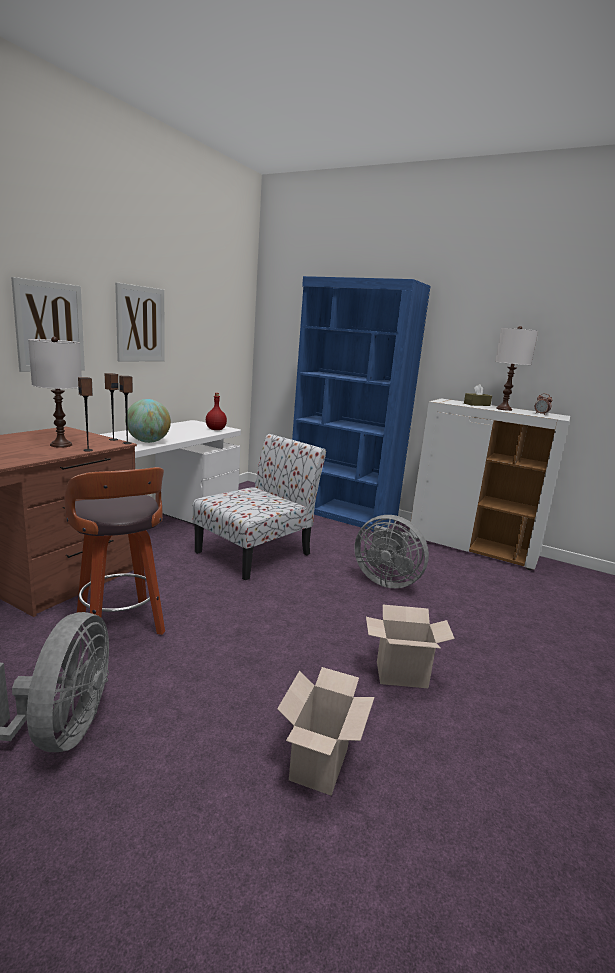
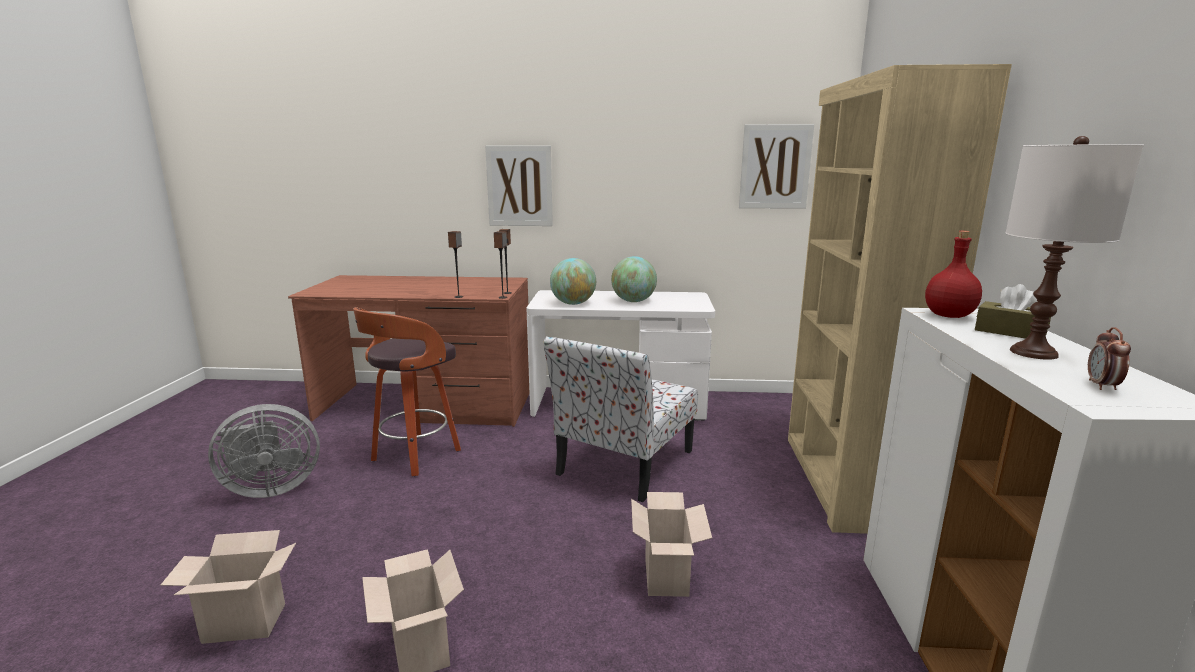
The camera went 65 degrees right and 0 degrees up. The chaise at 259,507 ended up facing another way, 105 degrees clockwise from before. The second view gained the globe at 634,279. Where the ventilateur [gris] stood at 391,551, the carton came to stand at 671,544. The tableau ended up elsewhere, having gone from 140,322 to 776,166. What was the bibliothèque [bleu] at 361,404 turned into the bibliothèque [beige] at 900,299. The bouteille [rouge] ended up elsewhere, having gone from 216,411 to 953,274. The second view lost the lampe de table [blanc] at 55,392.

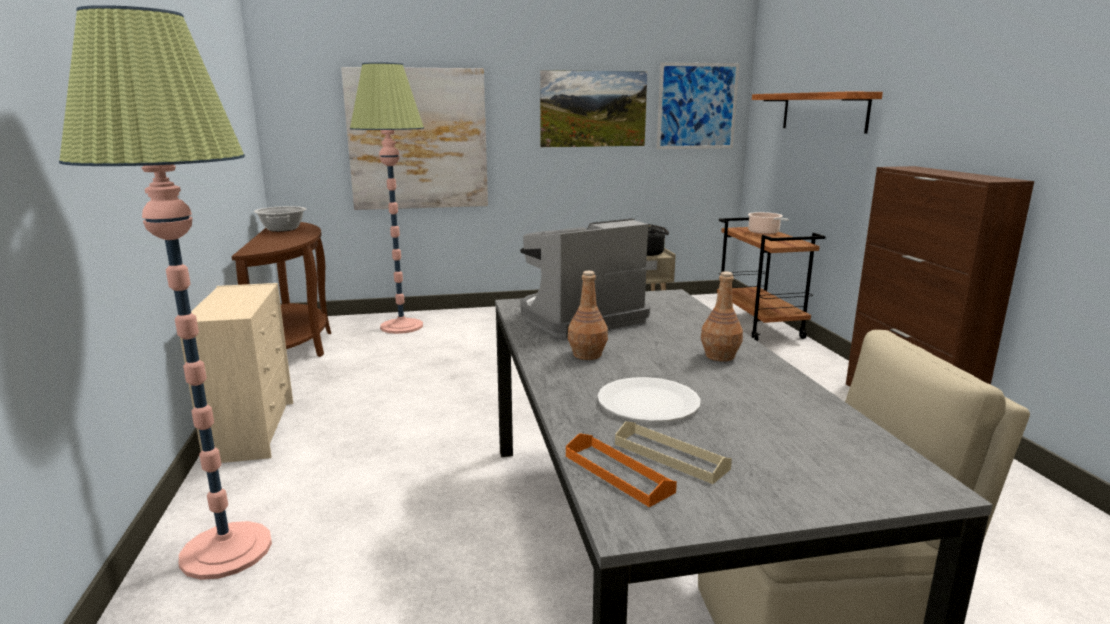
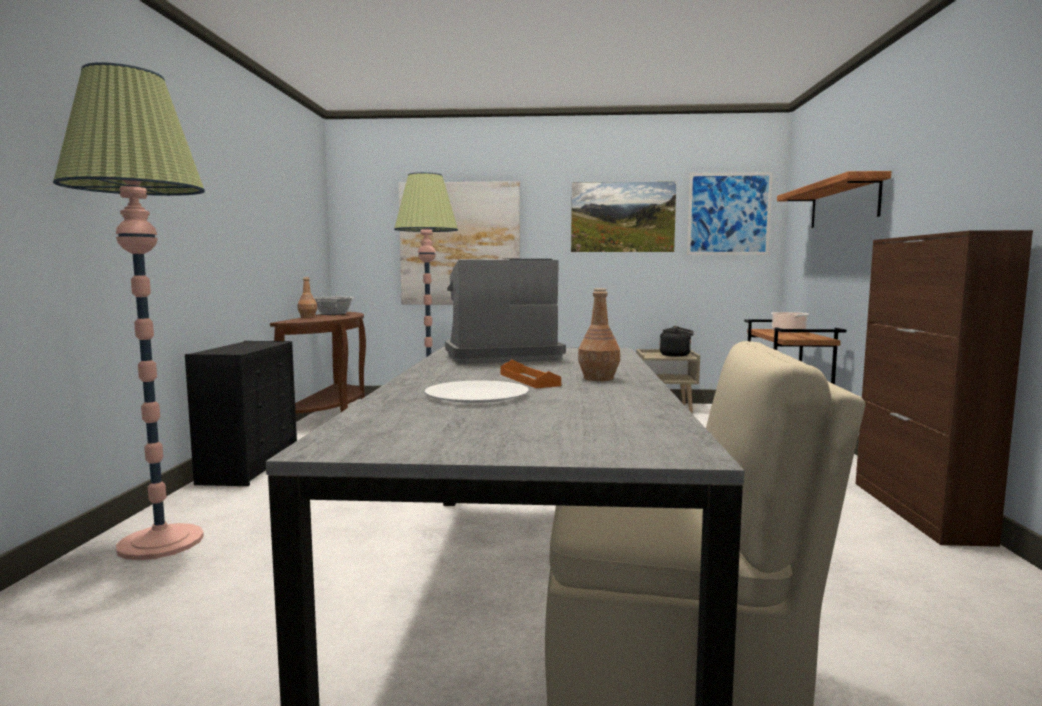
The camera went 15 degrees right and 10 degrees down. What was the commode [beige] at 236,373 turned into the commode [noir] at 241,413. The bouteille [marron] ended up elsewhere, having gone from 588,315 to 307,297. The plateau [orange] ended up elsewhere, having gone from 621,470 to 530,374. The second view lost the plateau [beige] at 673,452.

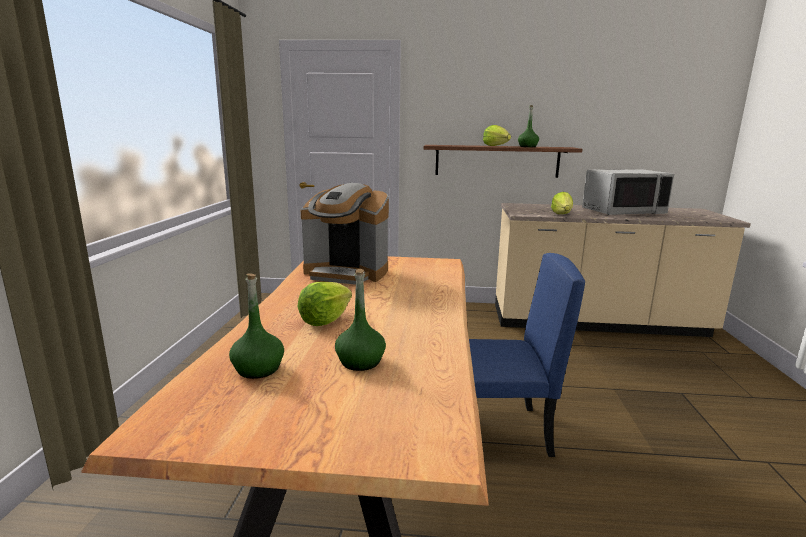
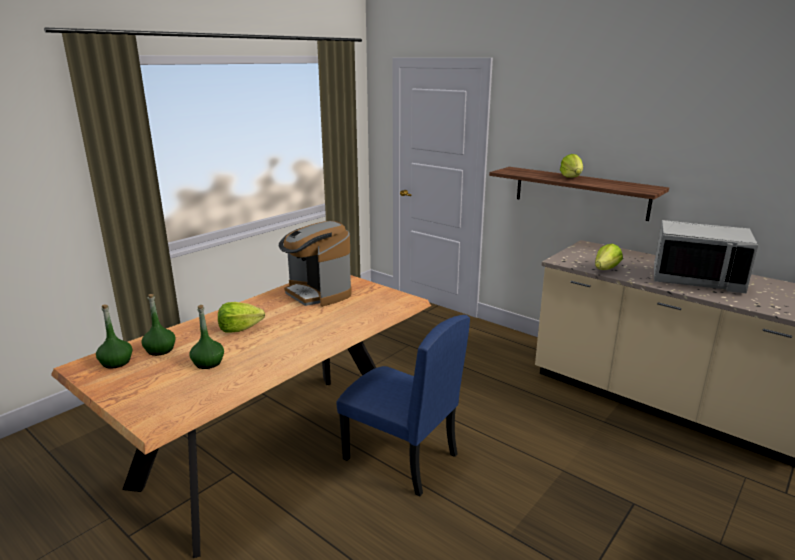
The camera went 35 degrees right and 5 degrees up. The bouteille [vert] ended up elsewhere, having gone from 528,126 to 114,336.

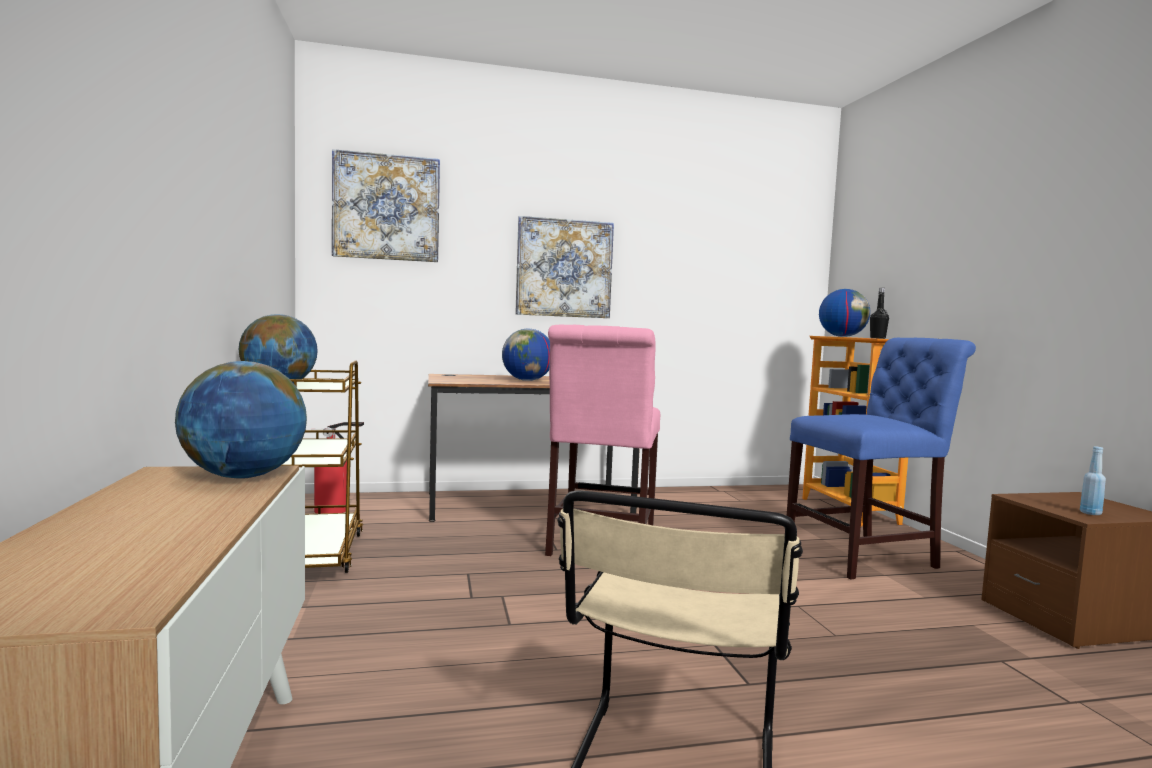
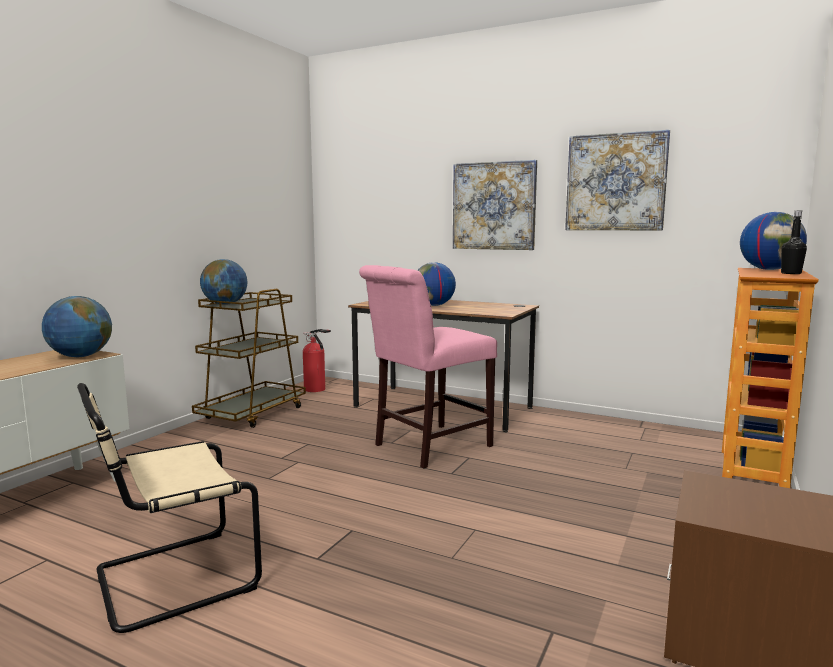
The camera went 40 degrees right and 5 degrees up. The tableau ended up elsewhere, having gone from 386,205 to 617,180. The second view lost the chaise [bleu] at 881,458. The second view lost the bouteille [bleu] at 1093,480.

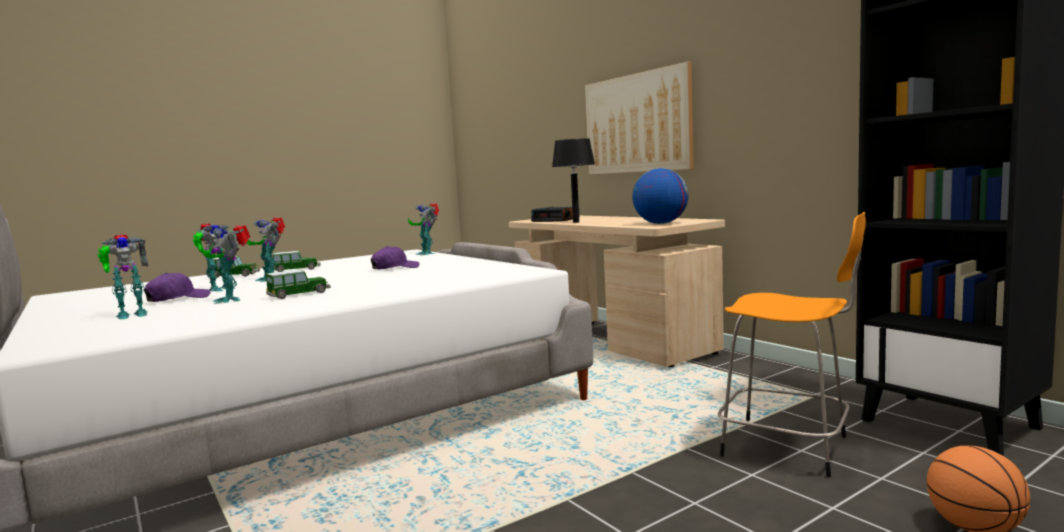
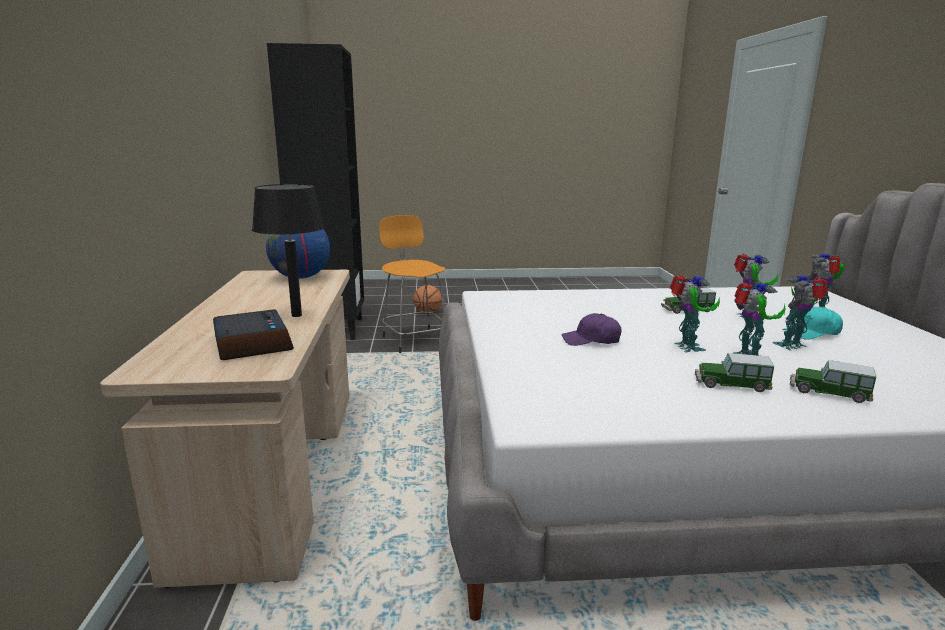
The camera went 150 degrees left and 10 degrees up. The robot jouet ended up elsewhere, having gone from 423,229 to 695,313. What was the casquette [violet] at 177,287 turned into the casquette [turquoise] at 812,323. The second view lost the tableau at 639,118.

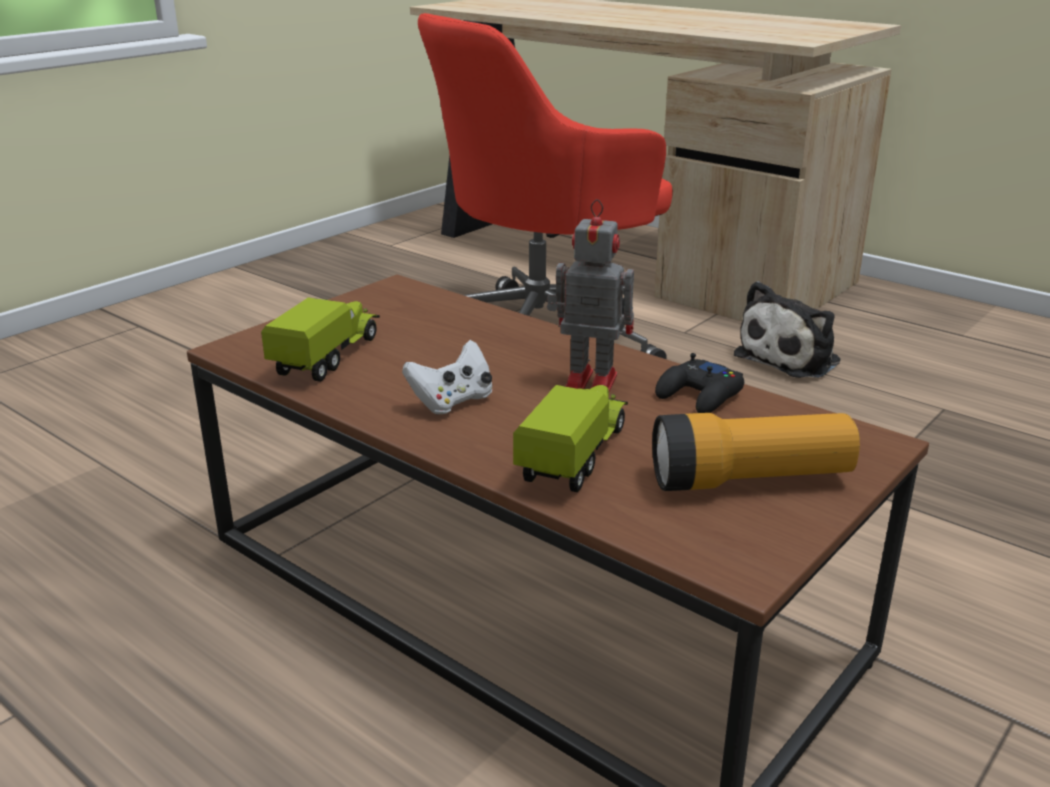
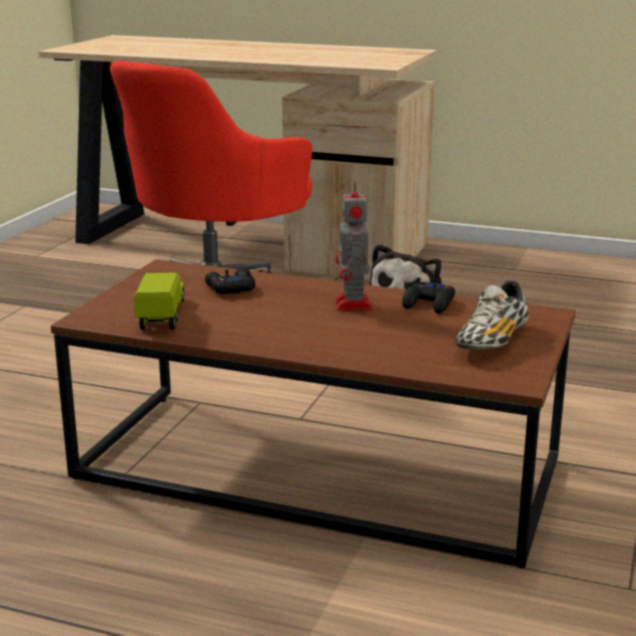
The camera went 20 degrees left and 5 degrees down. The second view gained the manette [noir] at 230,281. The robot jouet at 590,295 ended up facing another way, 90 degrees counterclockwise from before. Where the lampe de poche stood at 756,452, the chaussure came to stand at 491,315. The second view lost the manette [blanc] at 447,377. The second view lost the camion jouet at 570,438.

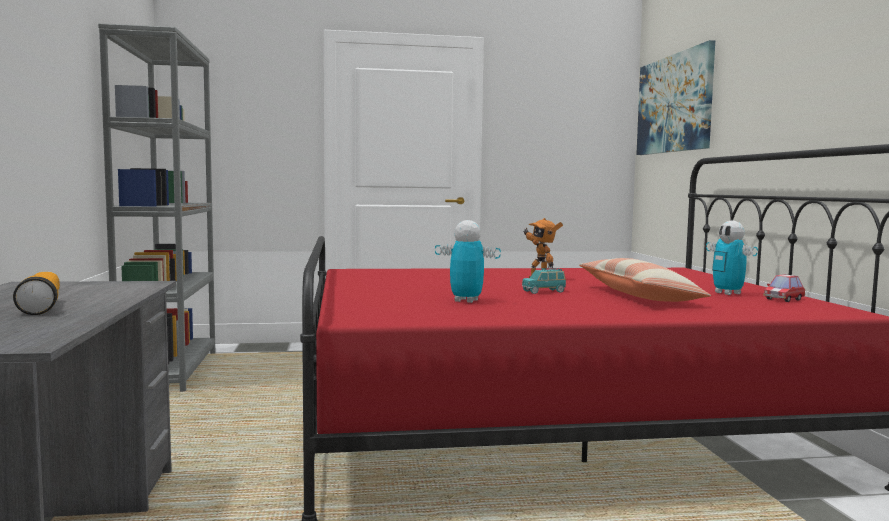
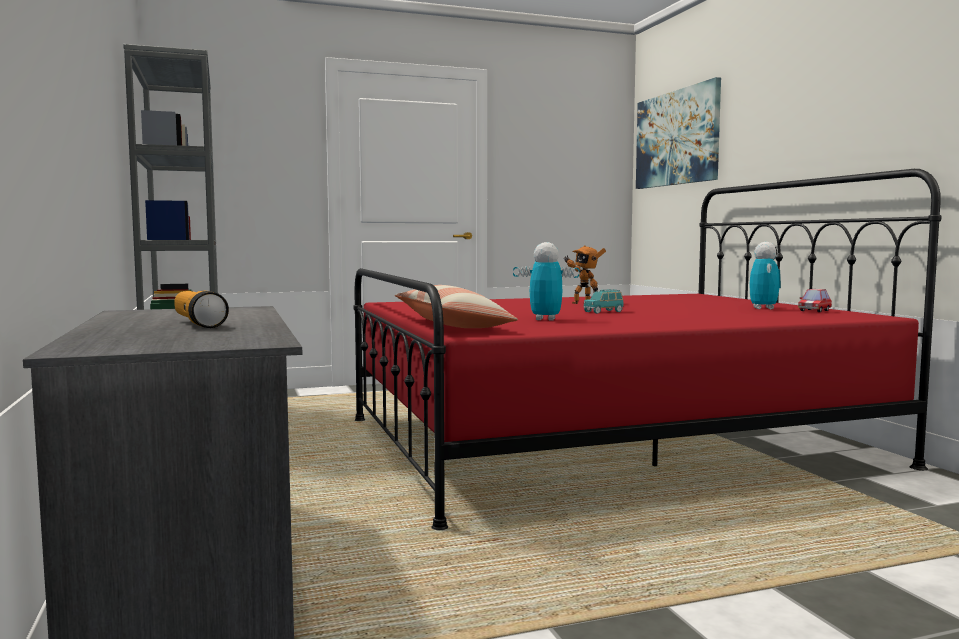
The camera went 10 degrees left and 0 degrees up. The coussin ended up elsewhere, having gone from 645,280 to 456,306. The robot jouet at 732,258 ended up facing another way, 135 degrees counterclockwise from before.

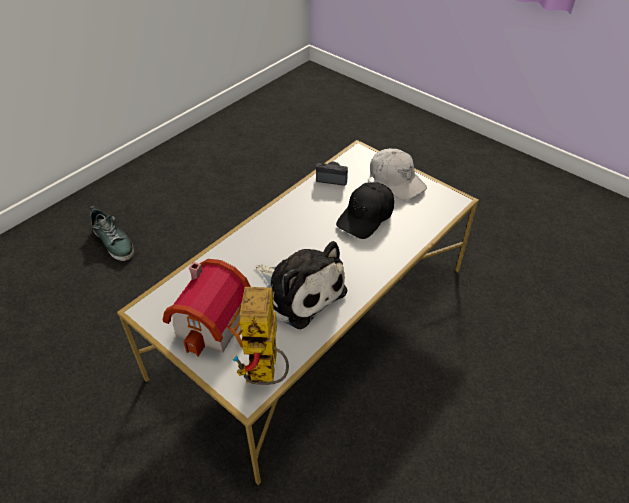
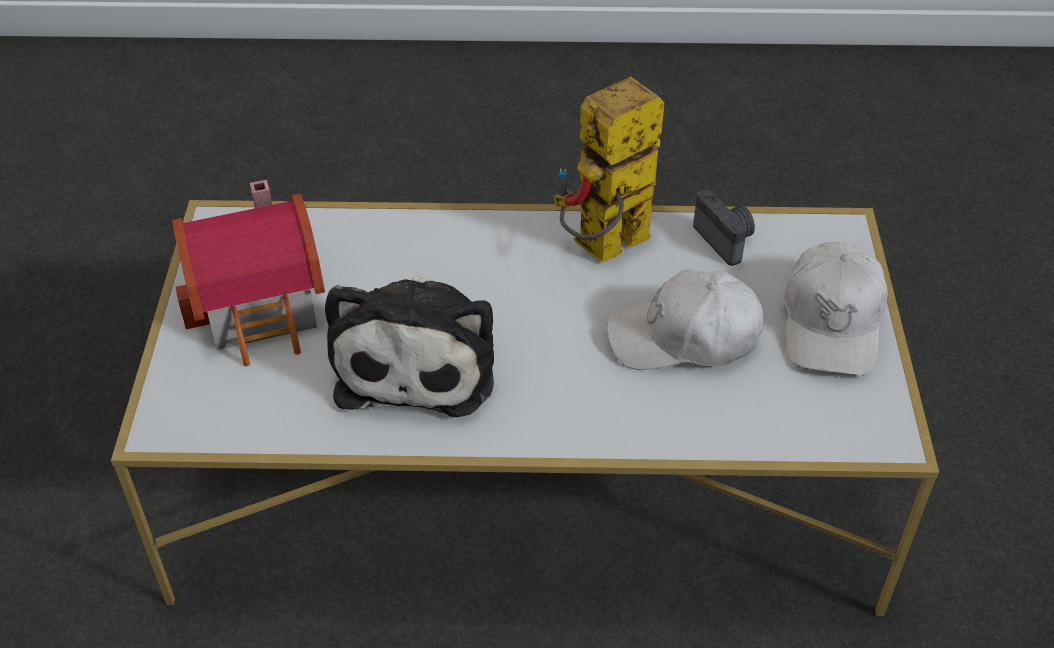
The camera went 50 degrees right and 0 degrees up. The robot jouet ended up elsewhere, having gone from 260,336 to 608,170. What was the casquette [noir] at 365,211 turned into the casquette [blanc] at 685,319. The second view lost the chaussure at 112,233.

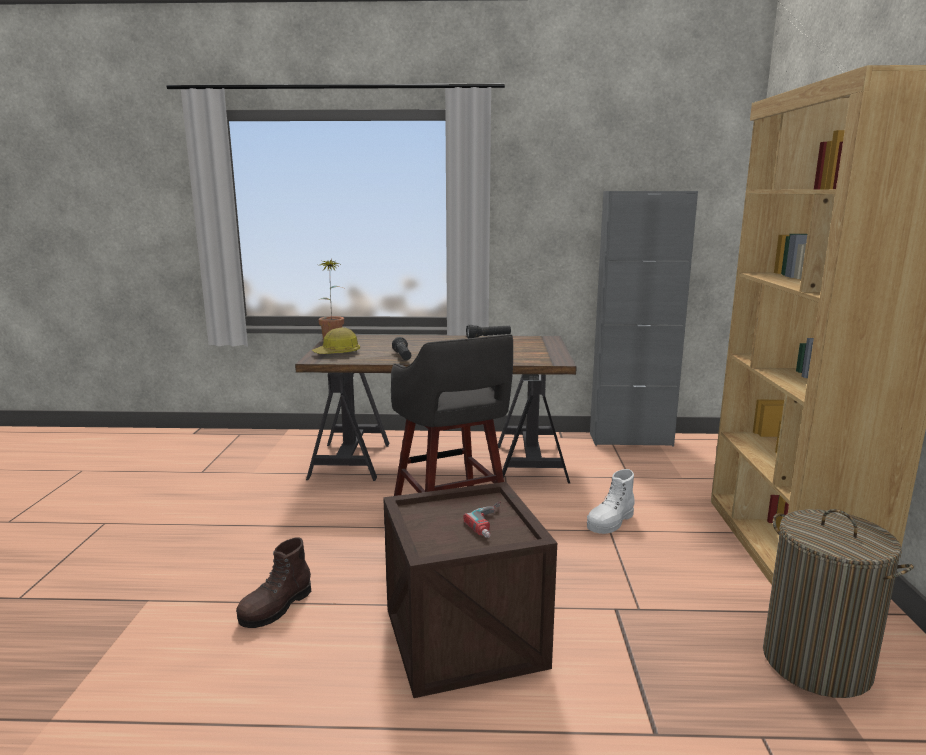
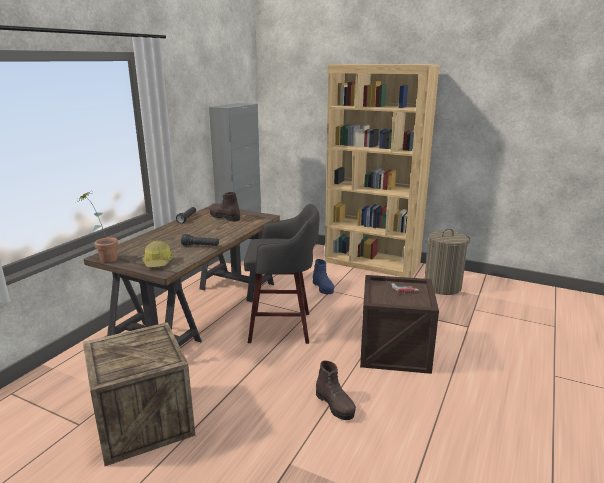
The camera went 65 degrees left and 5 degrees up. The second view gained the caisse at 139,394. The second view gained the botte [marron] at 224,206. What was the botte [blanc] at 611,501 turned into the botte [bleu] at 323,276.

